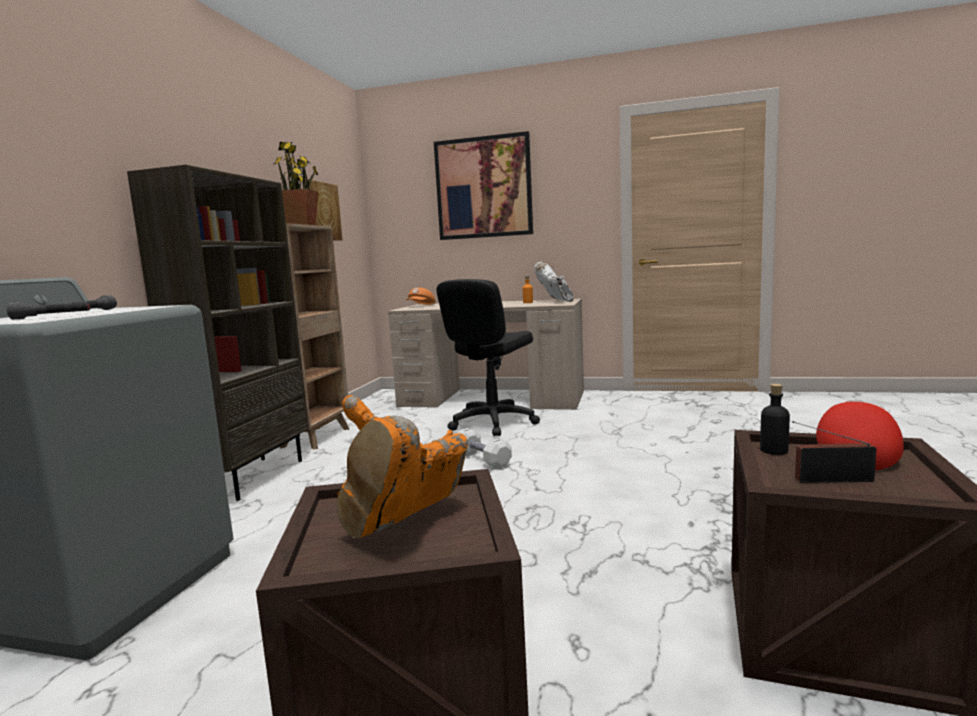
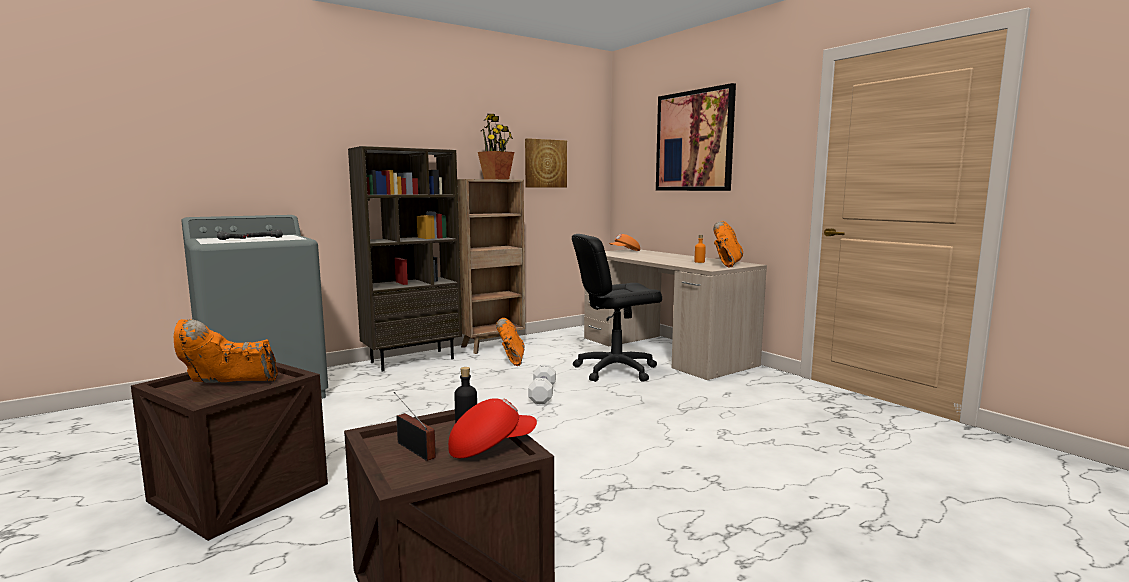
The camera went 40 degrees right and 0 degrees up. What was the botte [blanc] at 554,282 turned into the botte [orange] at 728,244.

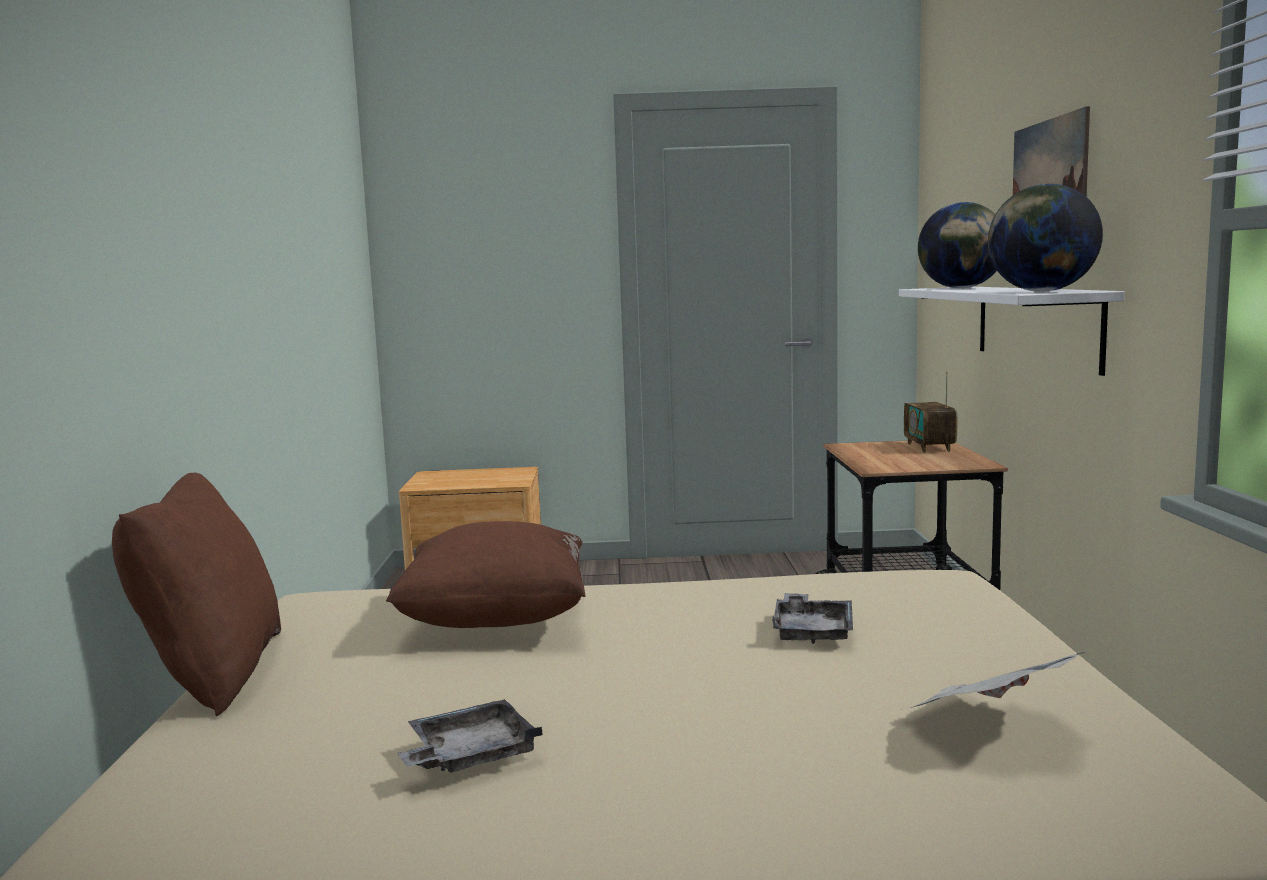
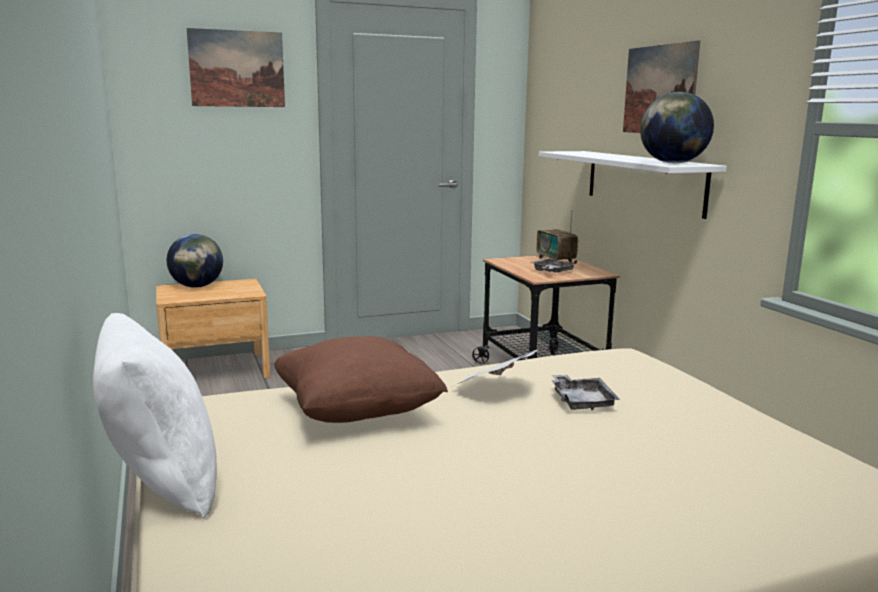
The camera went 20 degrees left and 5 degrees up. What was the coussin [marron] at 196,595 turned into the coussin [blanc] at 155,416. The globe ended up elsewhere, having gone from 957,245 to 195,261. The second view gained the tableau at 236,67. The journal ended up elsewhere, having gone from 996,680 to 498,366. The plateau [gris] ended up elsewhere, having gone from 470,736 to 553,265.

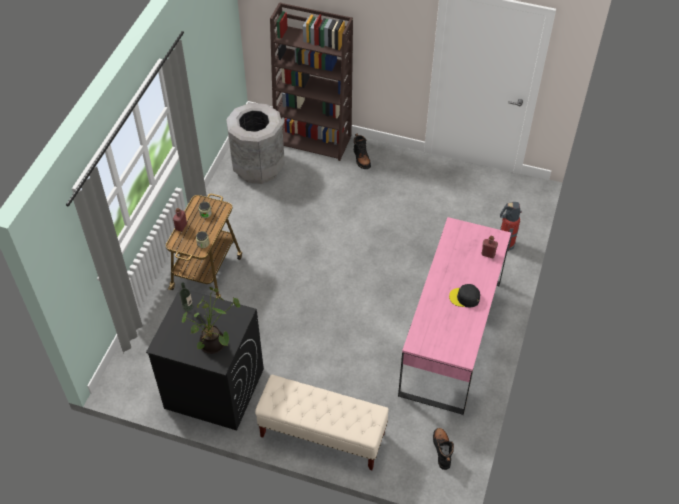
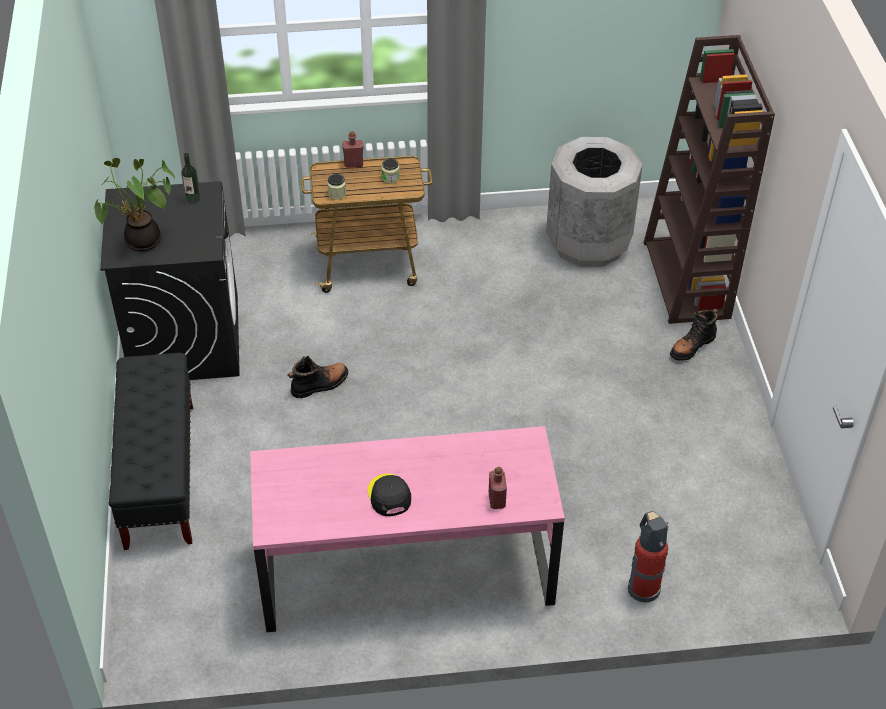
The camera went 65 degrees right and 5 degrees down. What was the banc [beige] at 322,422 turned into the banc [noir] at 151,451. The botte [noir] ended up elsewhere, having gone from 443,449 to 318,377.

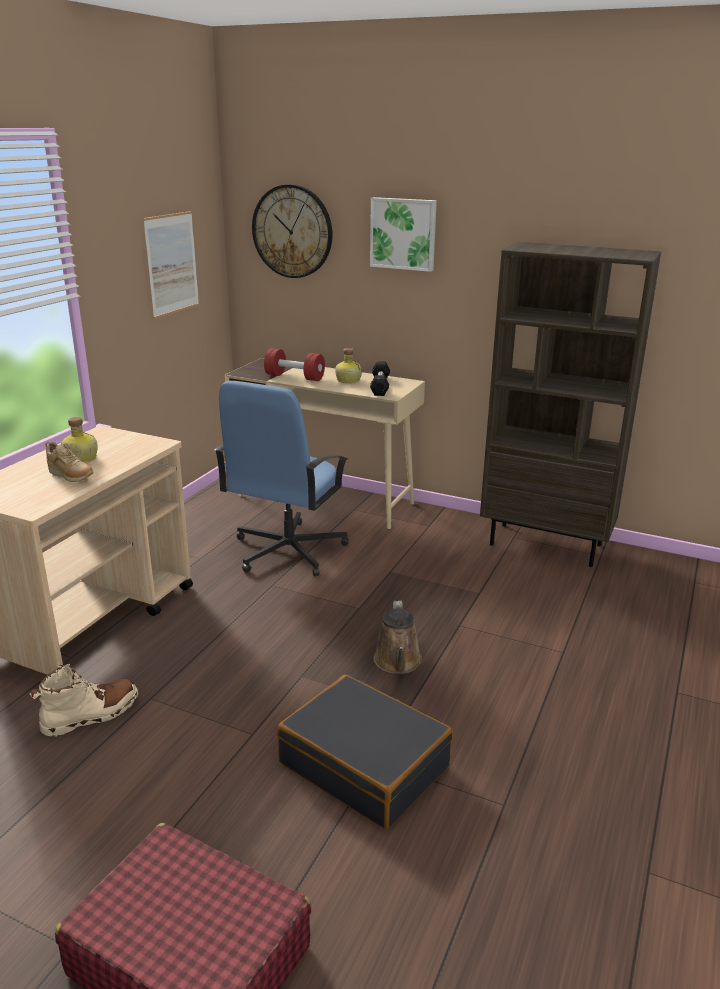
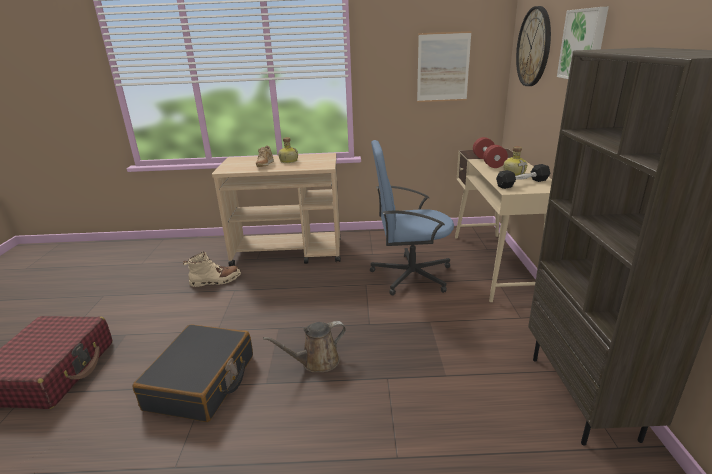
The camera went 65 degrees right and 0 degrees up. The botte [beige] at 83,700 ended up facing another way, 45 degrees counterclockwise from before.

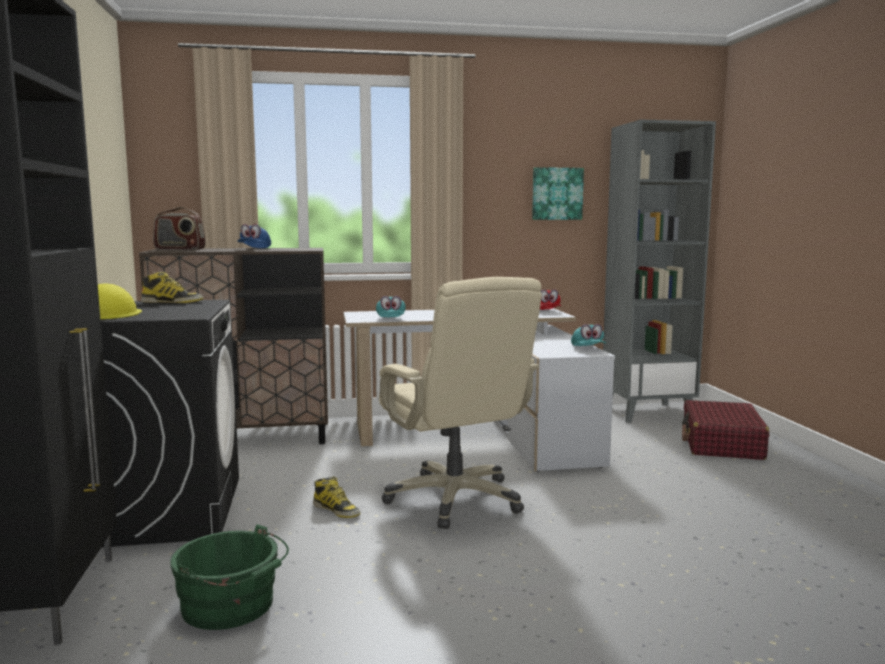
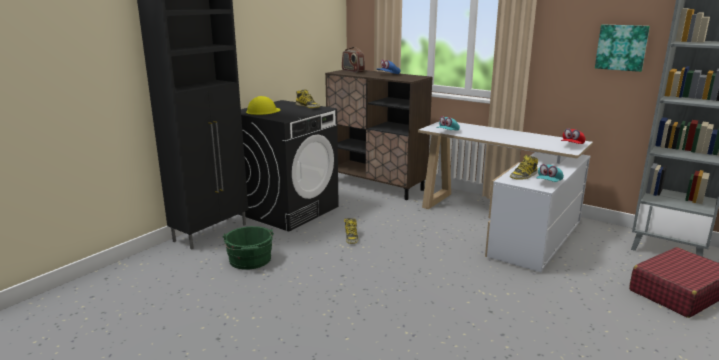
The camera went 45 degrees right and 10 degrees up. The second view gained the botte at 524,167. The second view lost the chaise de bureau [beige] at 460,403.

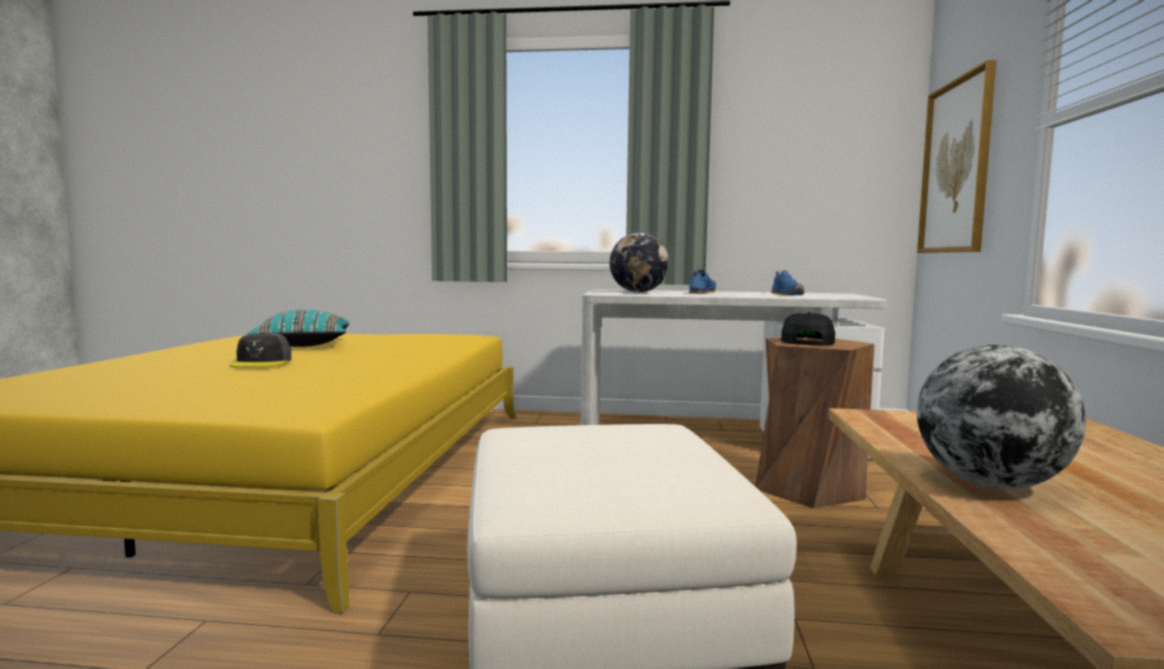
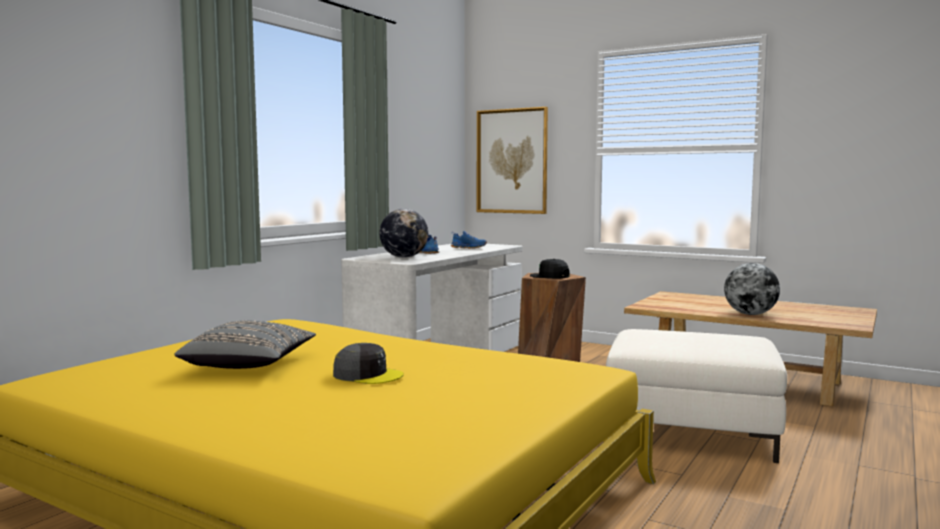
The camera went 65 degrees left and 0 degrees up. What was the coussin [turquoise] at 298,328 turned into the coussin [gris] at 245,345.

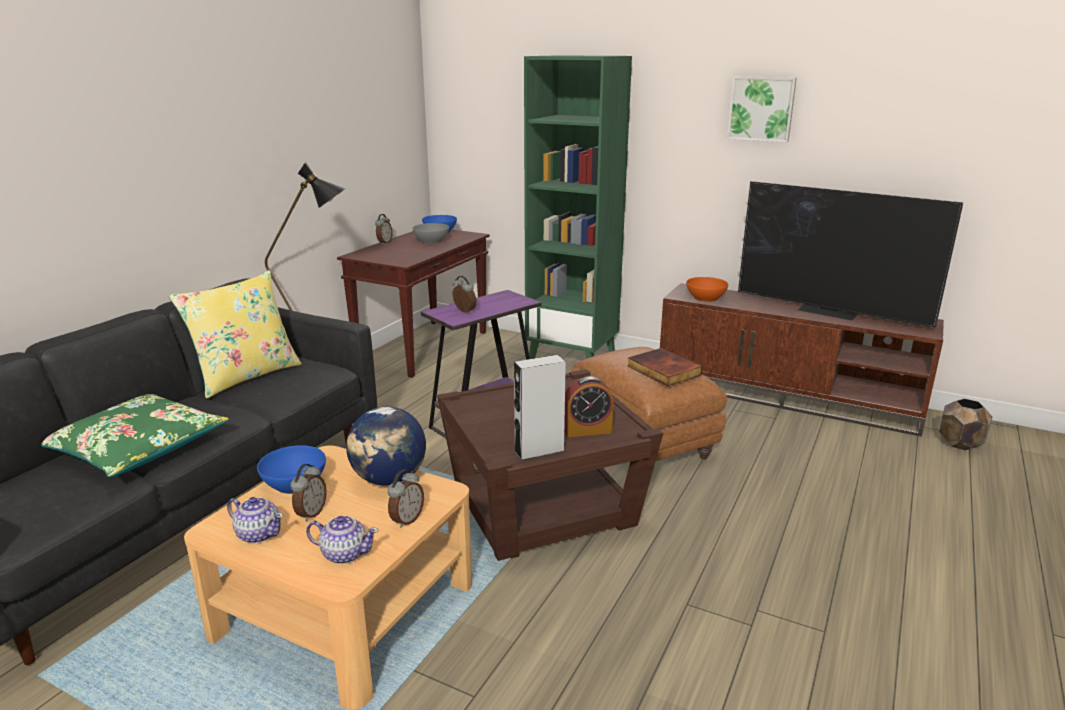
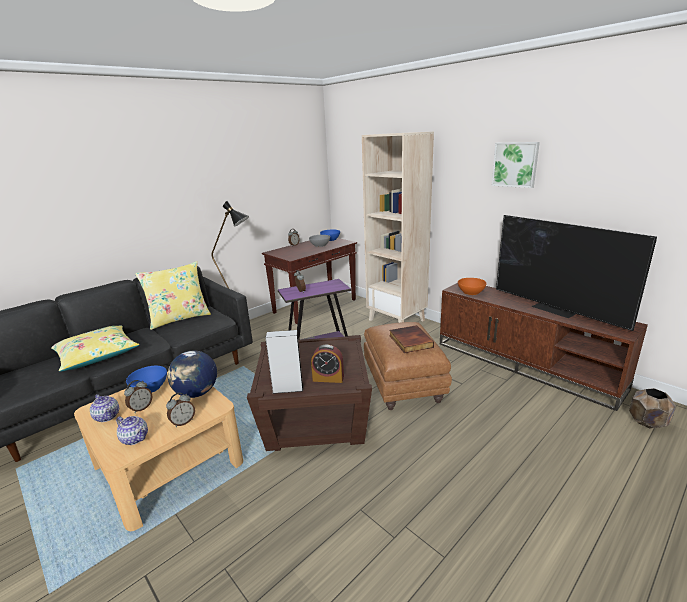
The camera went 20 degrees right and 0 degrees up. What was the coussin [vert] at 135,435 turned into the coussin [jaune] at 95,349. What was the bibliothèque [vert] at 578,207 turned into the bibliothèque [beige] at 398,227.

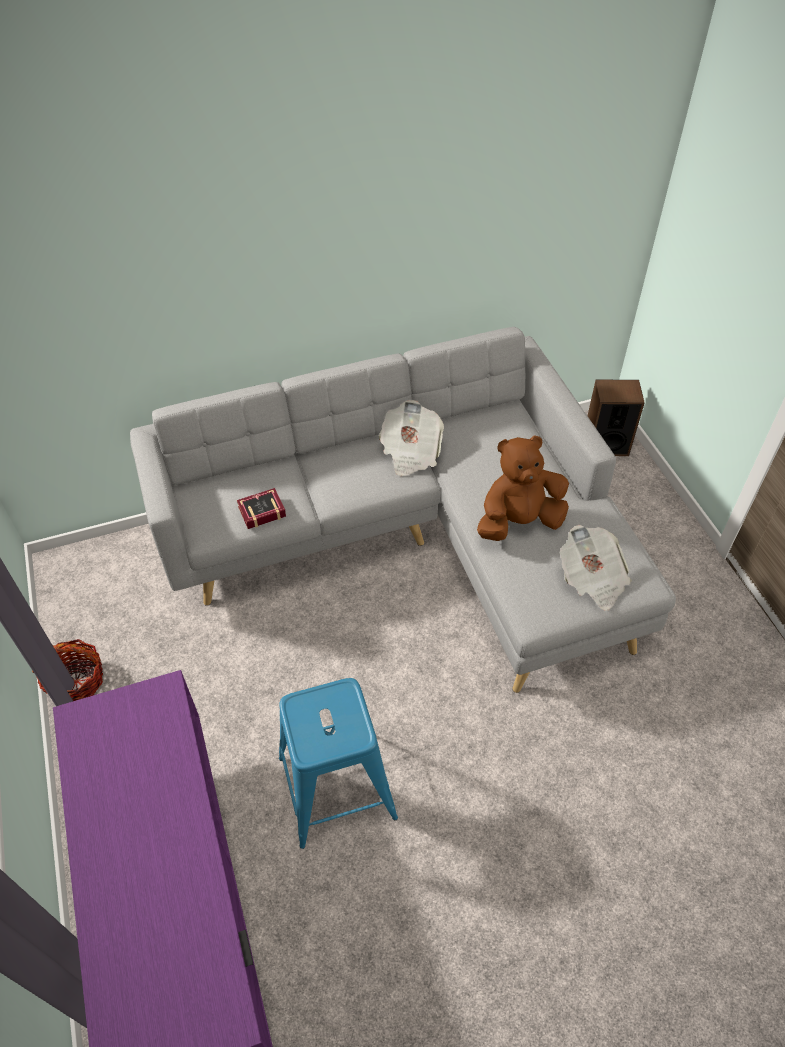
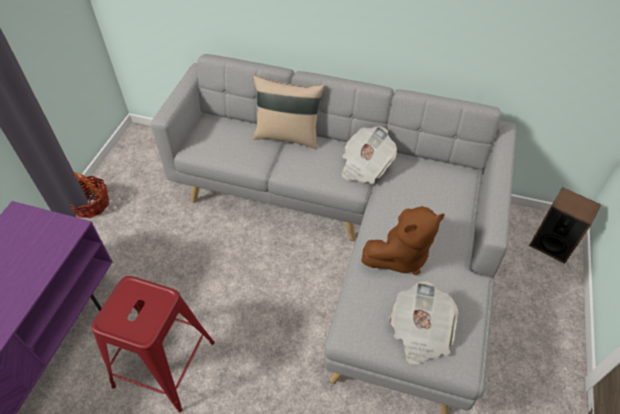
The camera went 35 degrees right and 0 degrees up. What was the tabouret [bleu] at 338,763 turned into the tabouret [rouge] at 153,344. The second view gained the coussin [beige] at 288,112. The peluche [marron] at 523,488 ended up facing another way, 135 degrees clockwise from before. The second view lost the livre at 261,508.

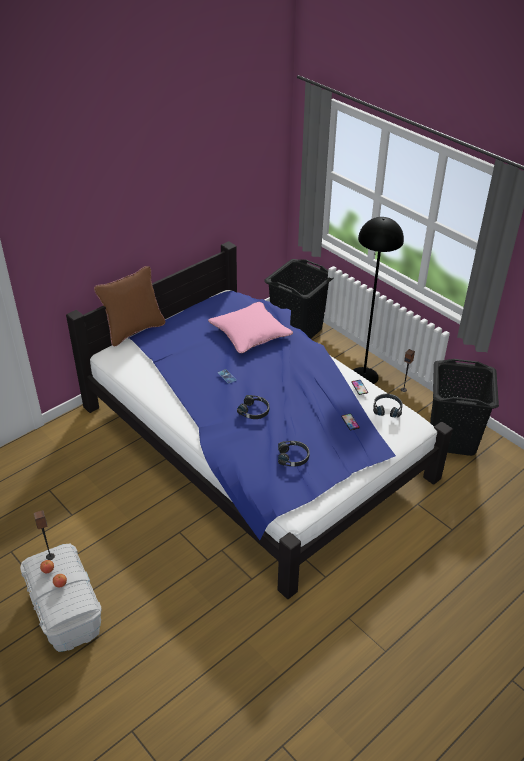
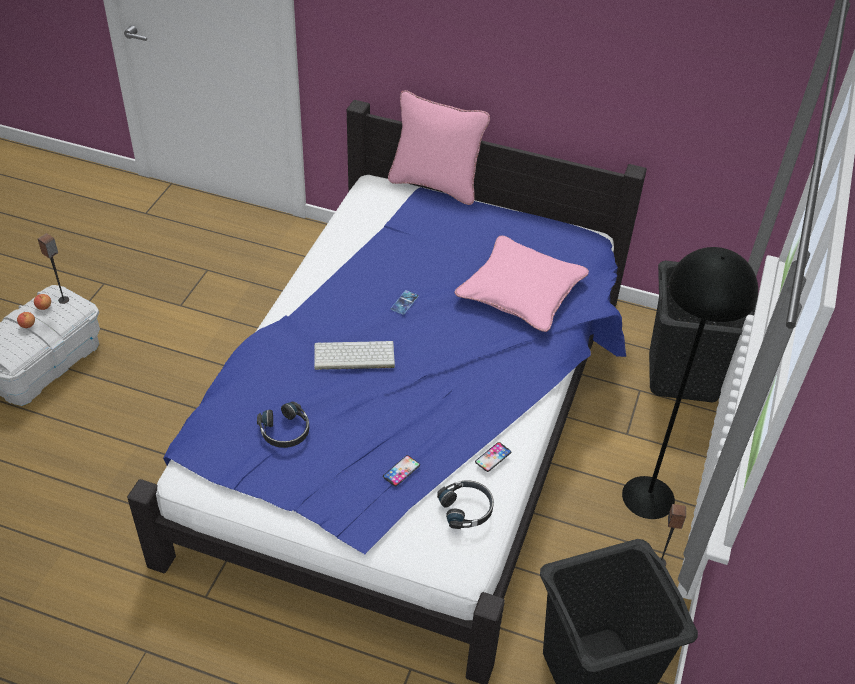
The camera went 60 degrees right and 5 degrees up. Where the casque audio [noir] stood at 253,407, the clavier came to stand at 354,355. What was the coussin [marron] at 129,306 turned into the coussin [rose] at 439,147.

